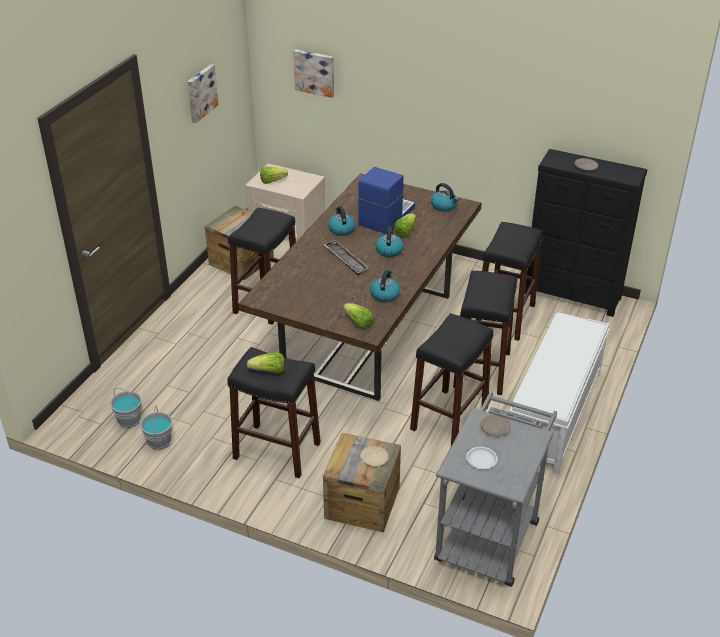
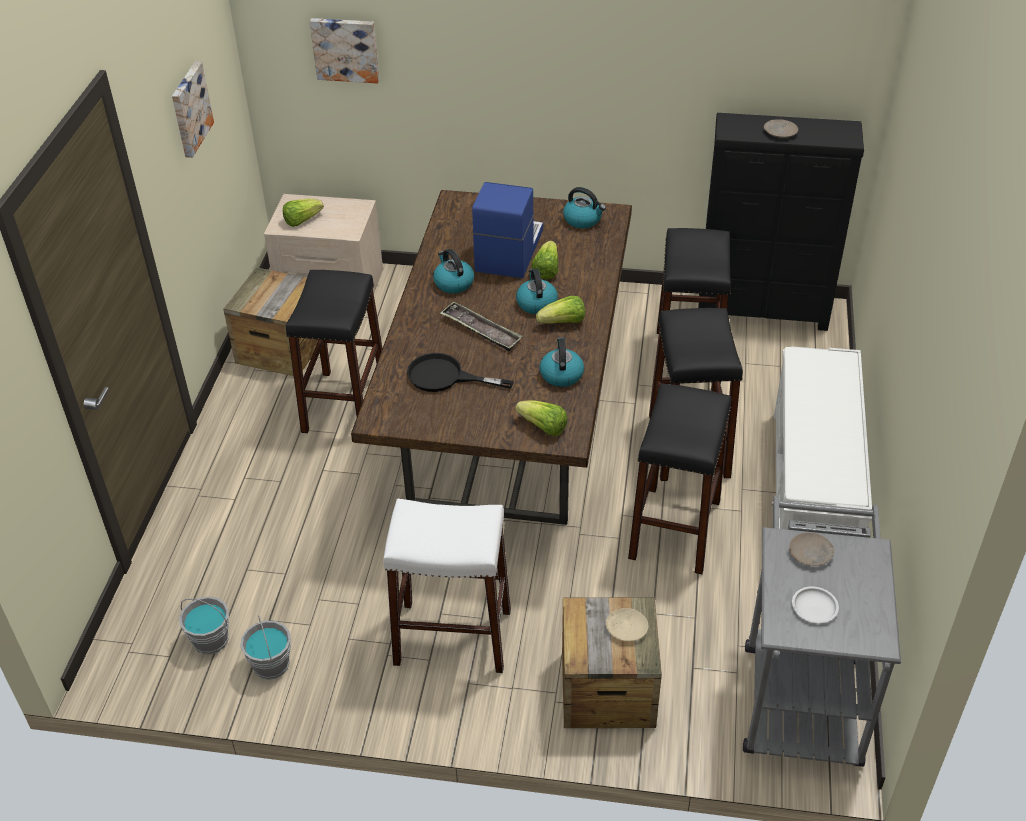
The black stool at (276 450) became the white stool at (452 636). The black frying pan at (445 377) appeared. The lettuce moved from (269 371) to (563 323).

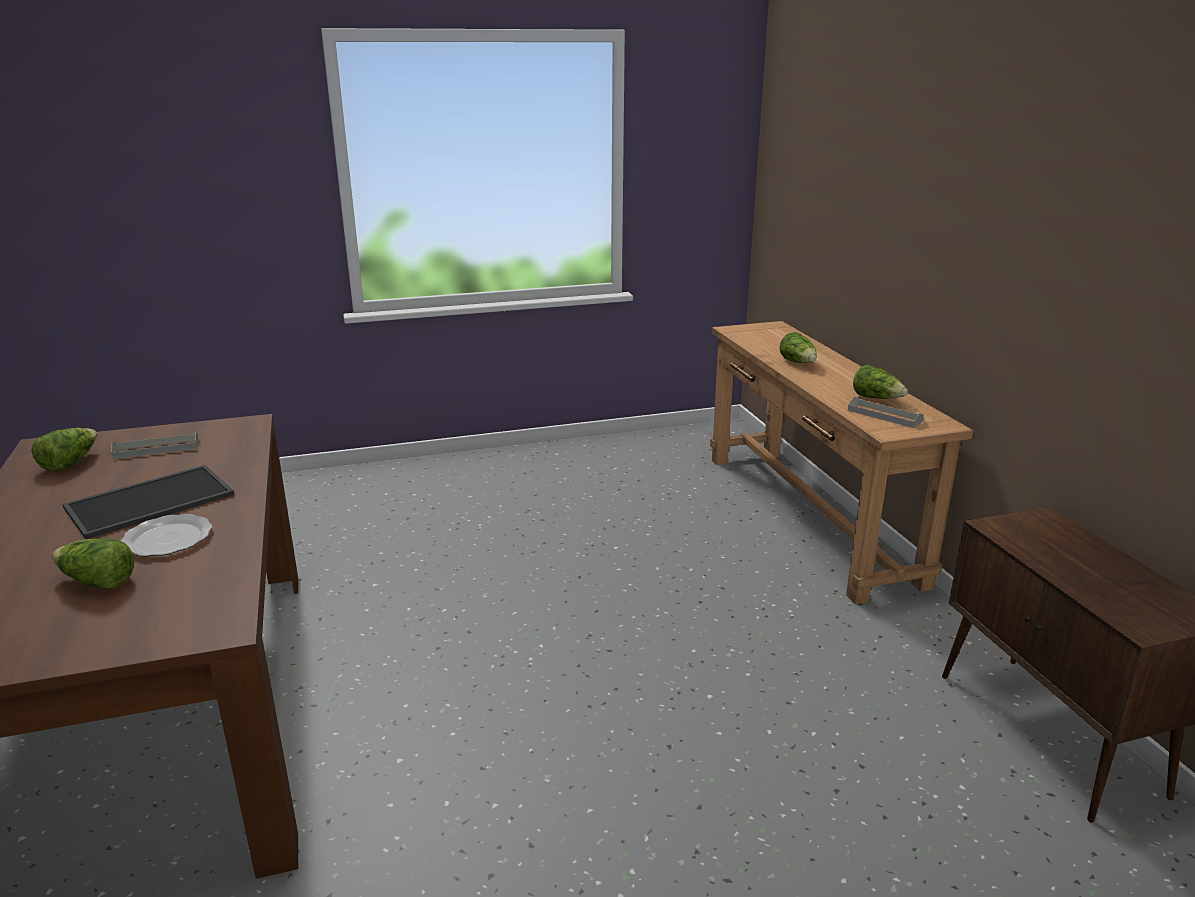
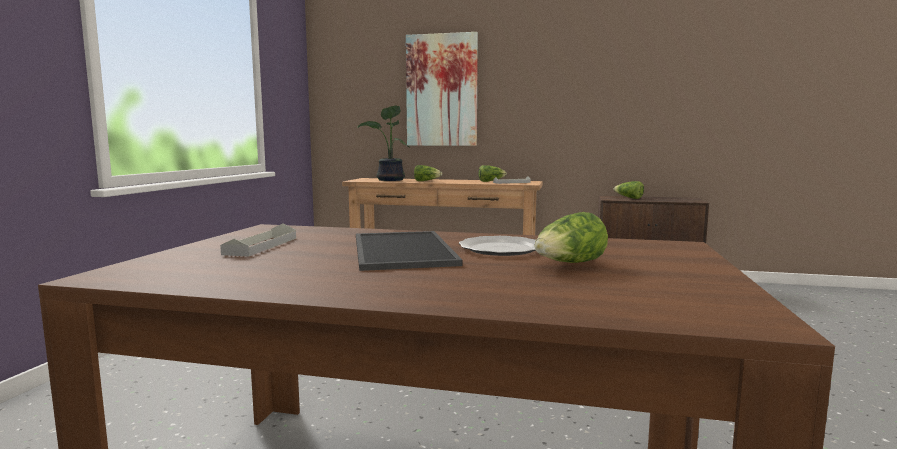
The potted plant at (389 180) appeared. The picture at (441 90) appeared. The lettuce moved from (70 463) to (629 198).

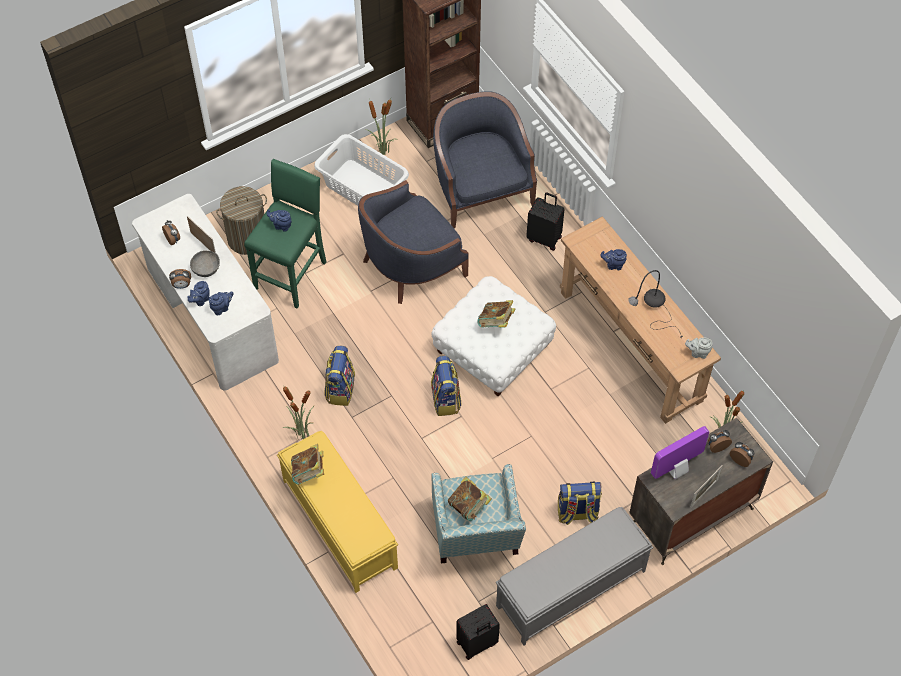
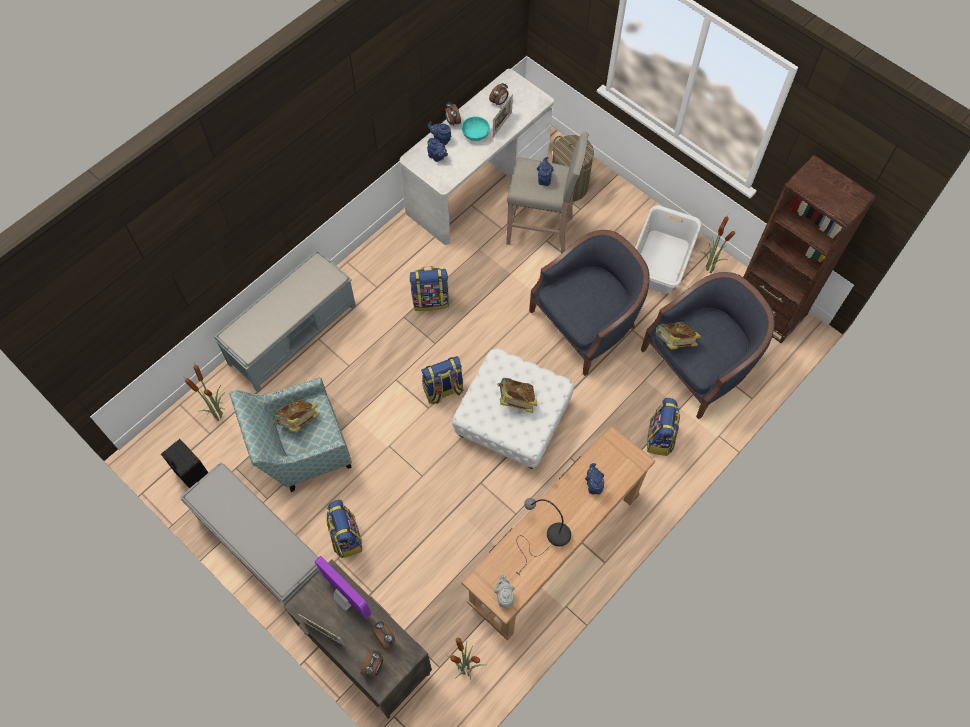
The potted plant moved from (301 434) to (218 414). The yellow bench at (339 523) became the grey bench at (293 334). The grey bowl at (206 269) became the turquoise bowl at (475 134). The green stool at (292 274) became the beige stool at (541 230). The blue armchair at (411 264) turned 105 degrees clockwise. The black suitcase at (544 238) was replaced by the backpack at (660 438). The book moved from (309 472) to (674 342).

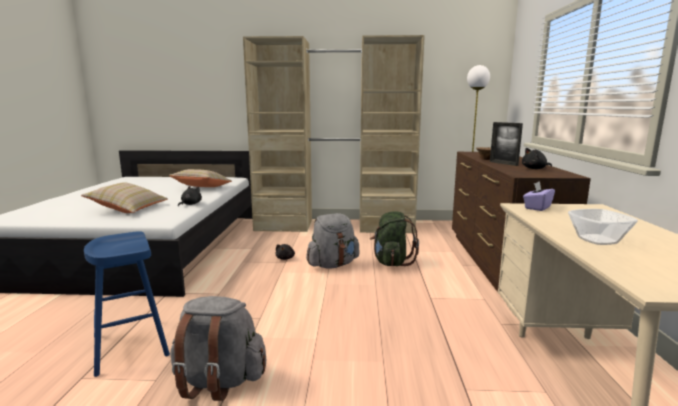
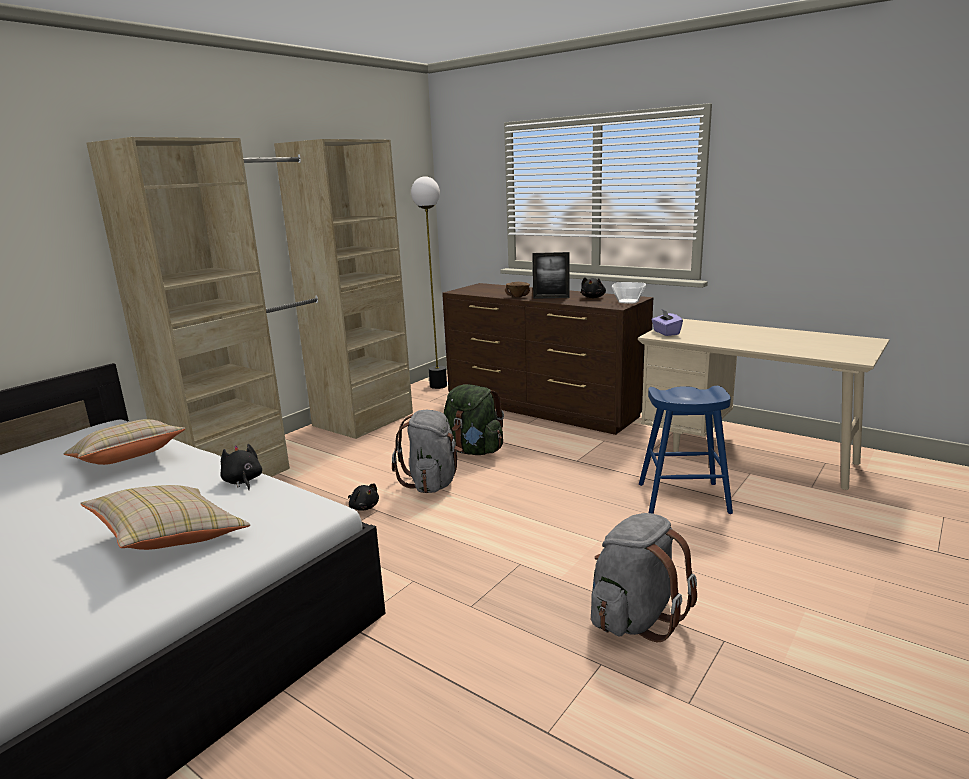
The bowl moved from (596 240) to (627 301). The blue stool moved from (130 345) to (683 498).

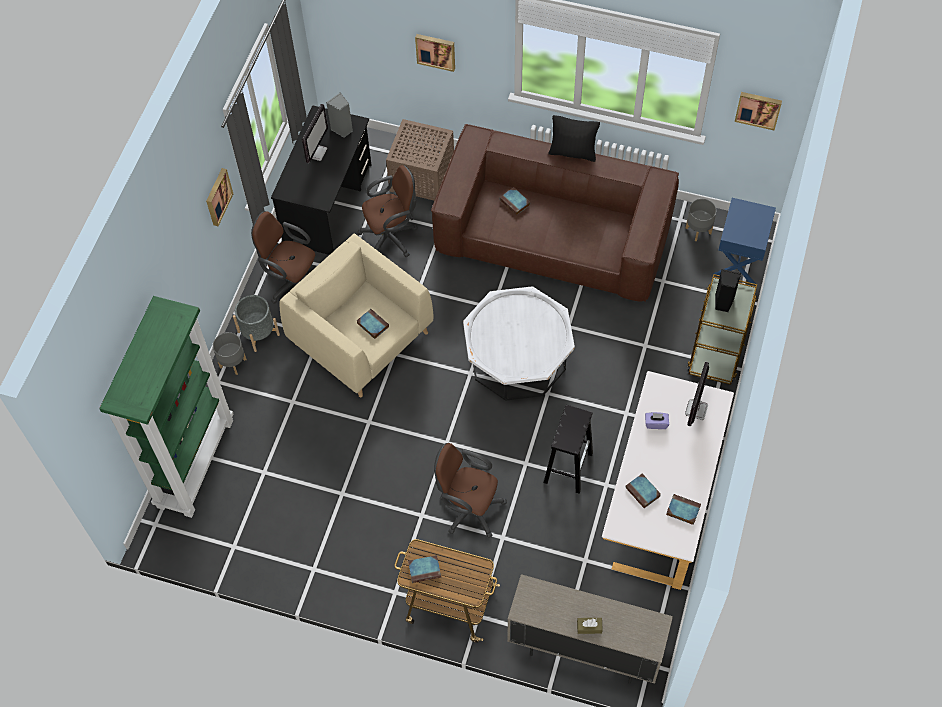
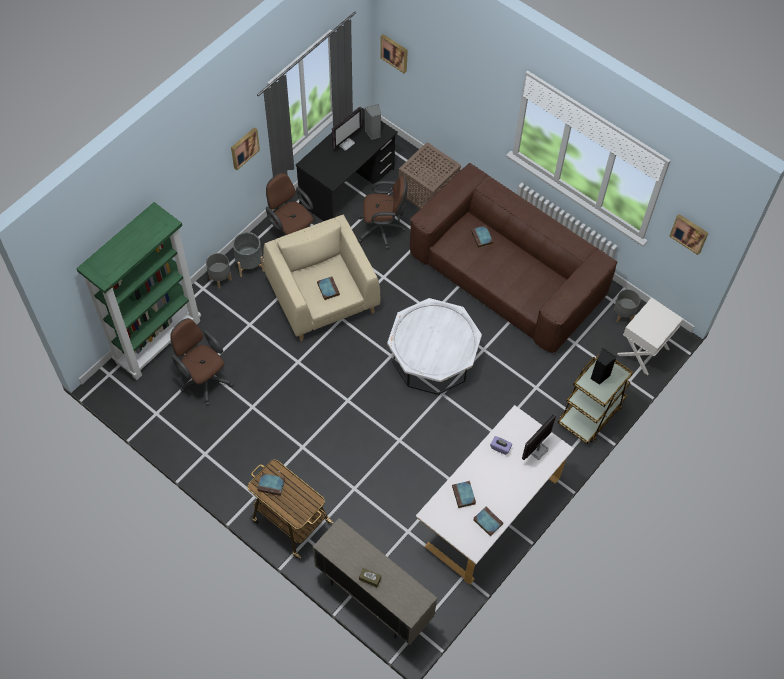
The brown office chair moved from (468 508) to (204 379). The picture moved from (436 51) to (395 52). The blue nightstand at (739 262) became the white nightstand at (643 352). The black stool at (568 467) disappeared. The black pillow at (573 152) disappeared.

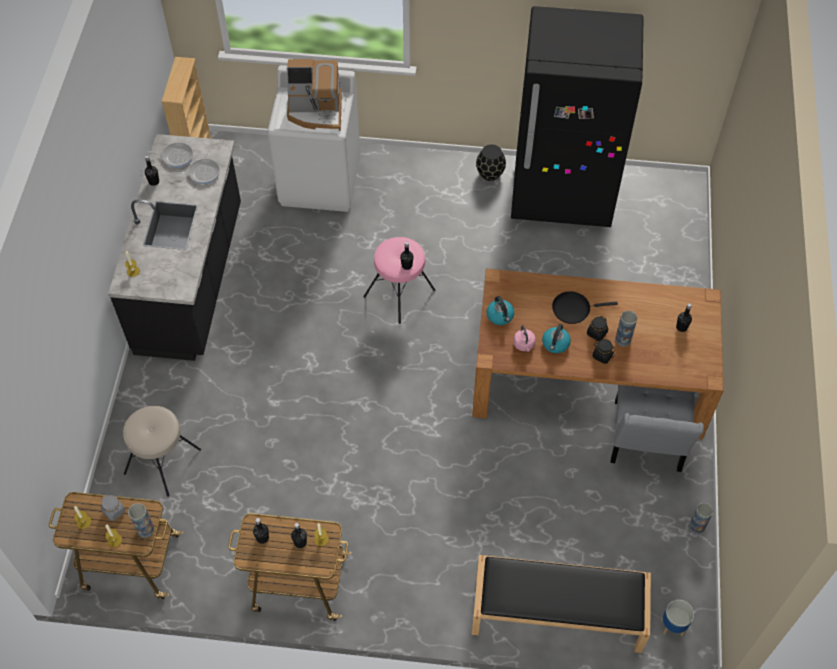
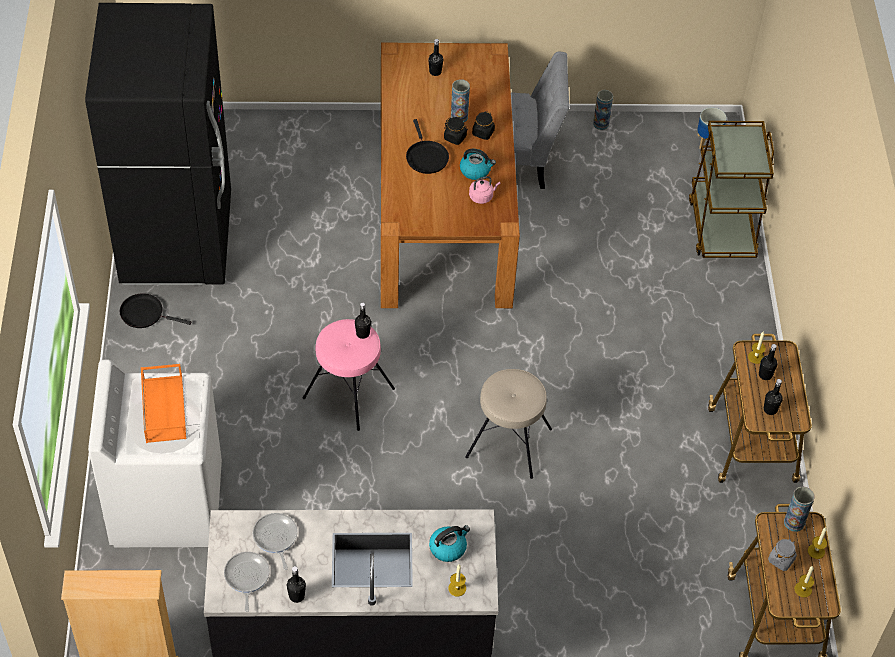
The black vase at (490 174) was replaced by the black frying pan at (145 313). The coffee machine at (316 111) was replaced by the orange tray at (163 408). The kettle moved from (500 316) to (448 548). The beige stool moved from (163 461) to (509 442). The black bench at (556 613) was replaced by the brown cart at (722 227).

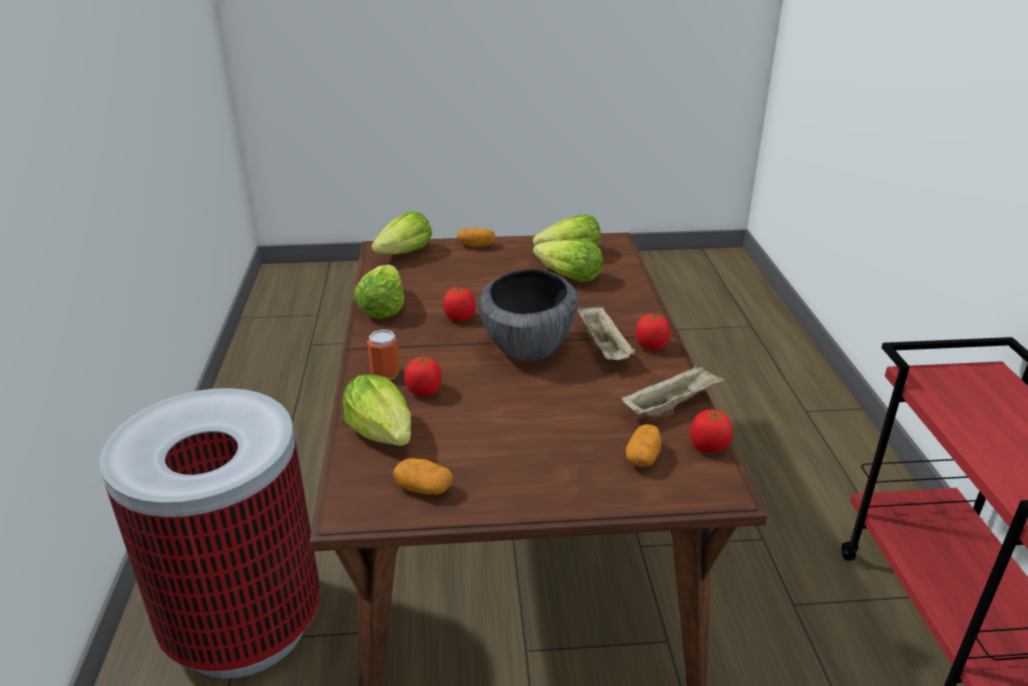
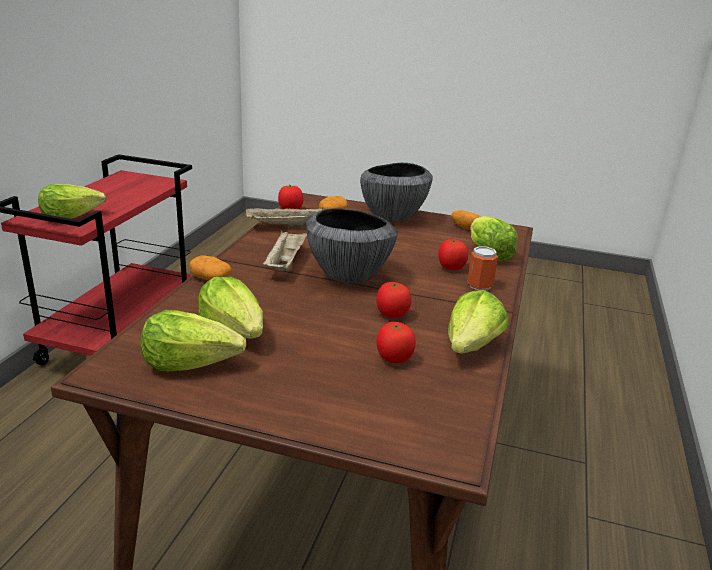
The lettuce moved from (405 253) to (71 217). The potato moved from (476 245) to (210 279). The bowl at (392 217) appeared. The tomato moved from (651 346) to (393 358). The trash can at (244 624) disappeared.

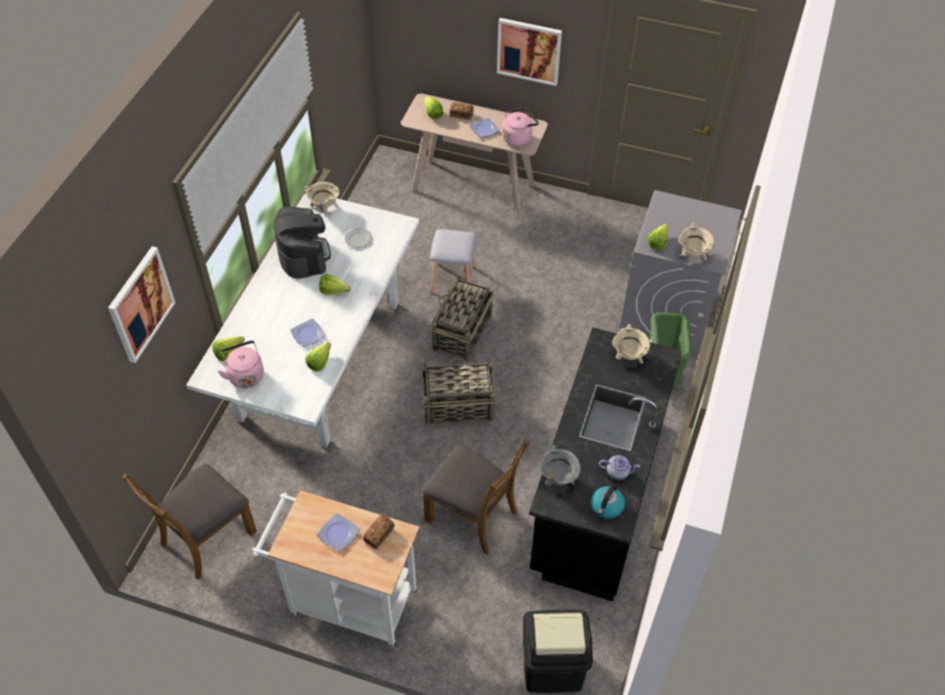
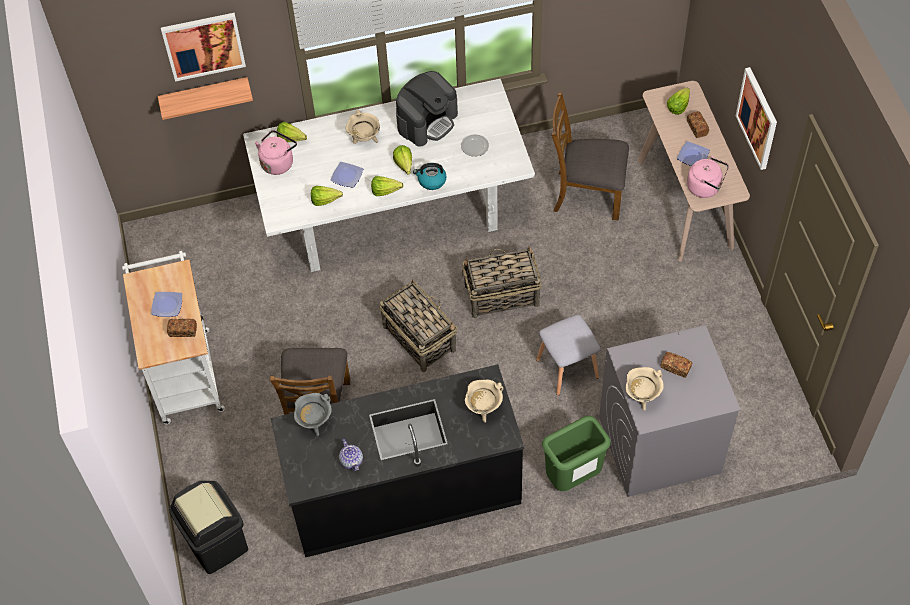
The shelf at (205 97) appeared. The beige cooking pot moved from (324 208) to (364 139). The lettuce moved from (659 241) to (388 191). The kettle moved from (606 507) to (431 181). The grey stool moved from (453 279) to (568 368). The brown chair moved from (207 537) to (587 194). The bread at (675 367) appeared.

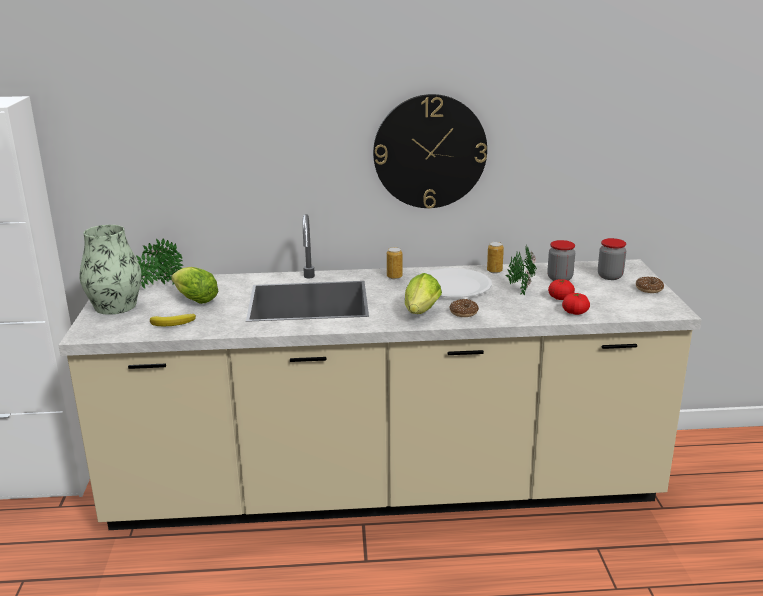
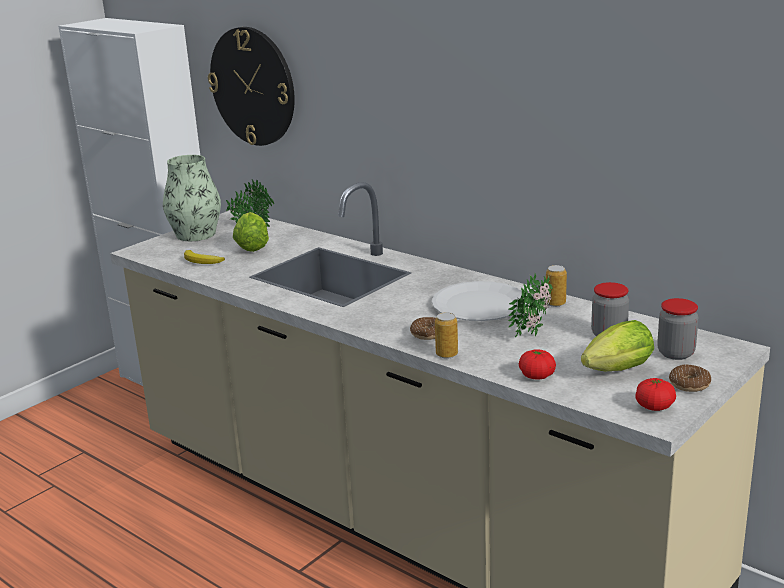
The wall clock moved from (430 152) to (253 86). The can moved from (394 277) to (447 354). The lettuce moved from (420 313) to (614 372). The tomato moved from (560 298) to (654 407).

